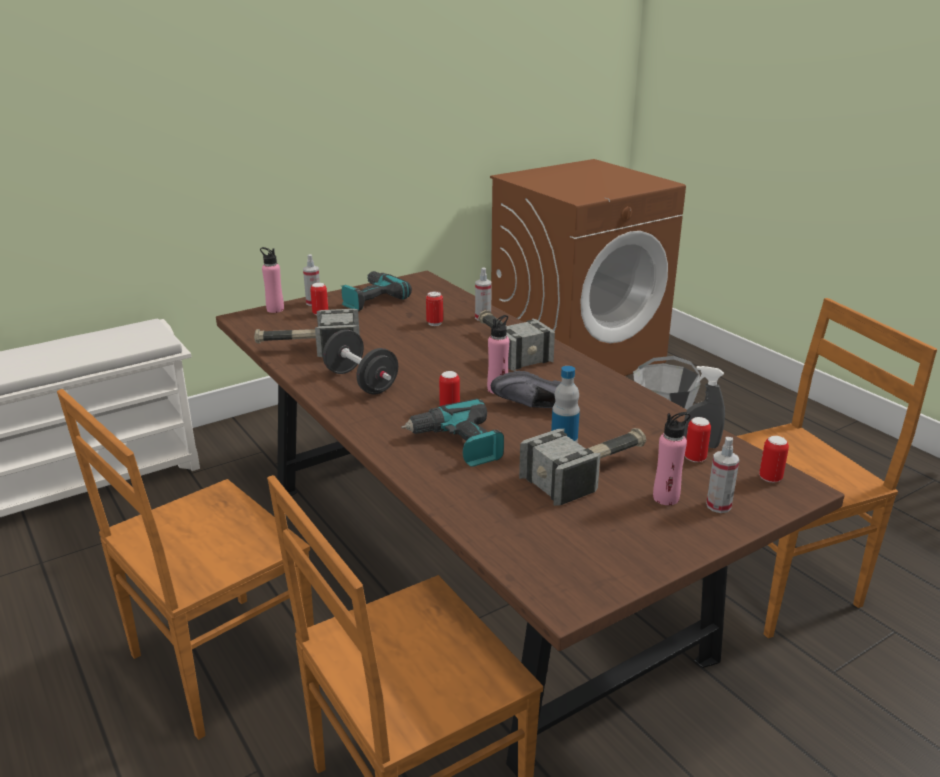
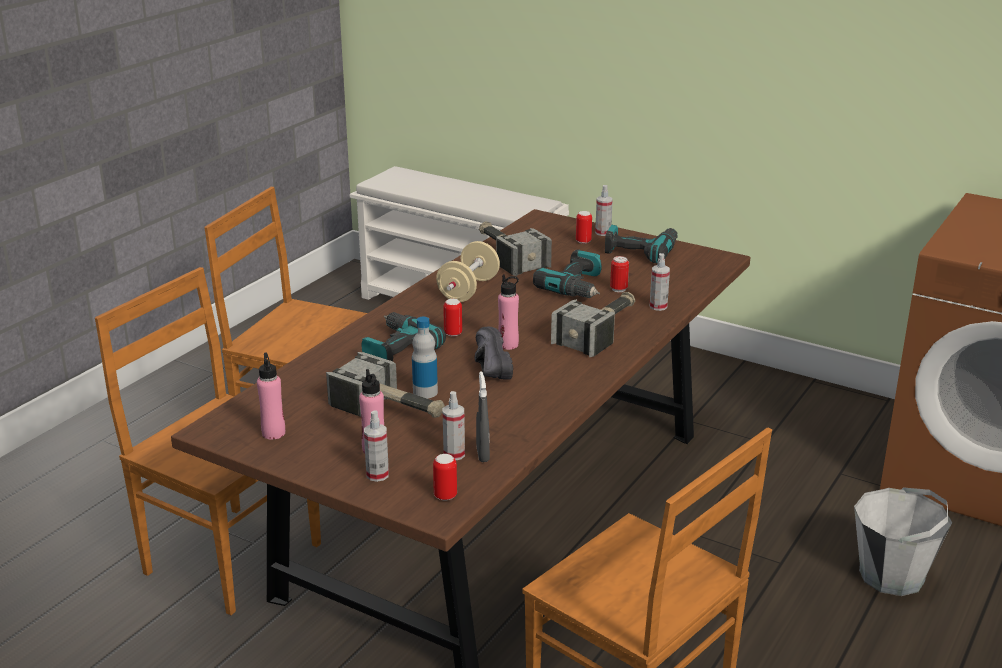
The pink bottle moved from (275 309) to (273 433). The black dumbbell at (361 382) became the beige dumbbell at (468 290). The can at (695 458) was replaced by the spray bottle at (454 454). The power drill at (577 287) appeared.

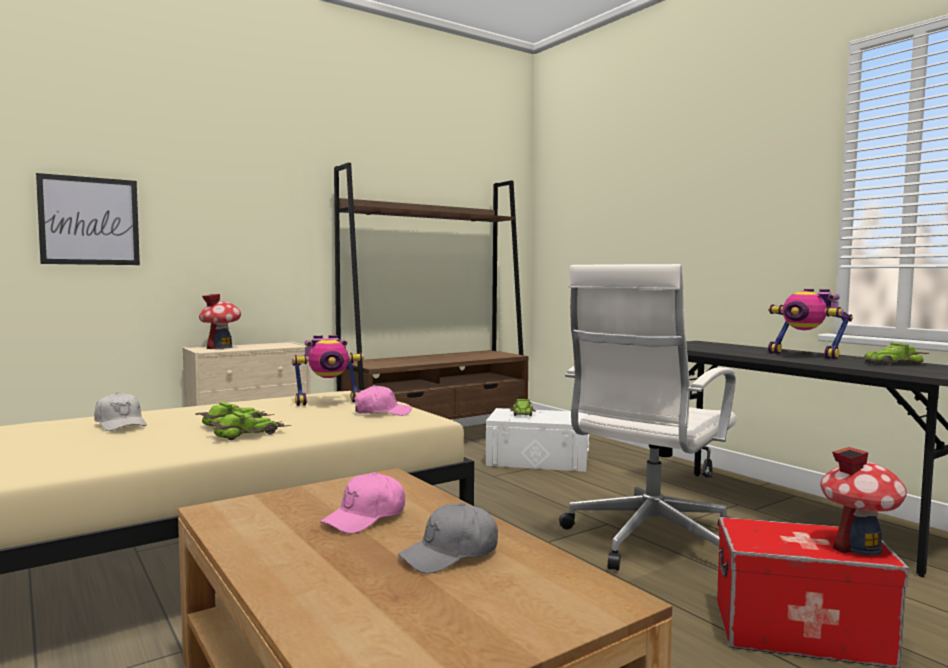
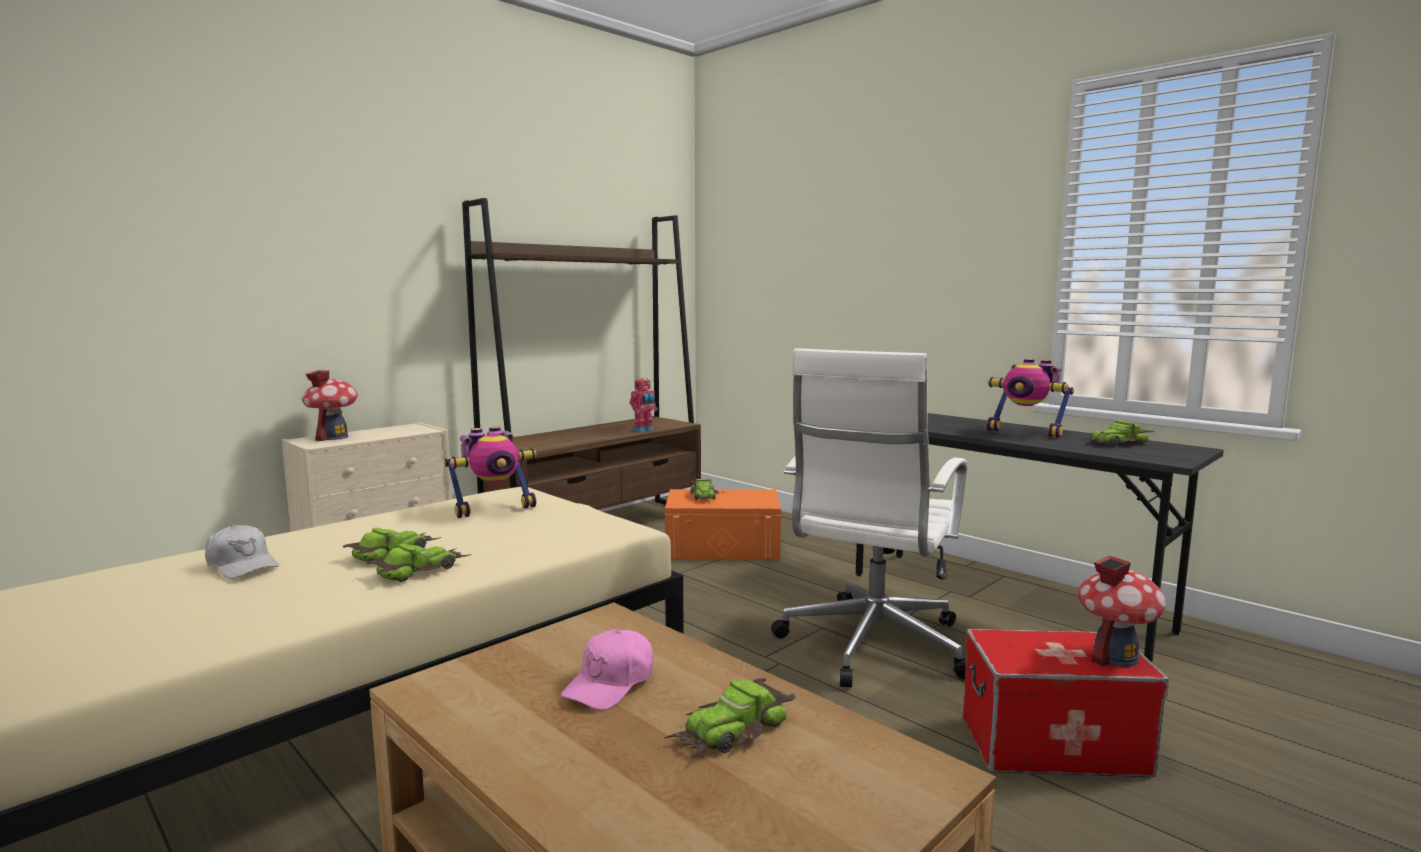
The toy robot at (644 430) appeared. The white storage box at (538 459) became the orange storage box at (723 547). The grey cap at (450 554) was replaced by the toy car at (733 730). The picture at (89 221) disappeared. The pink cap at (382 412) disappeared.

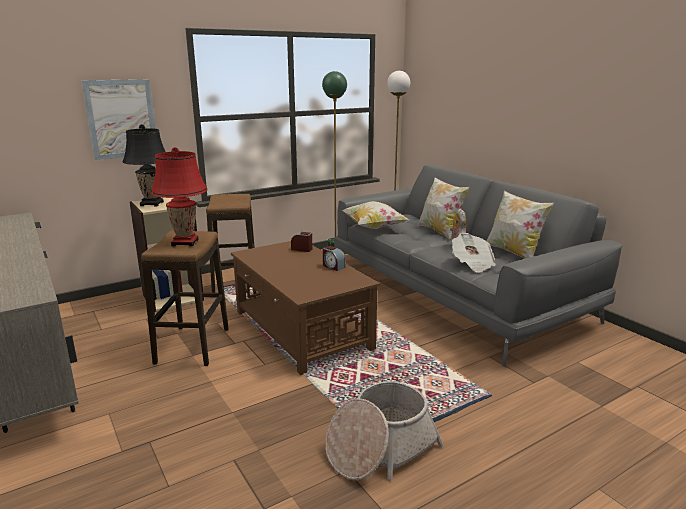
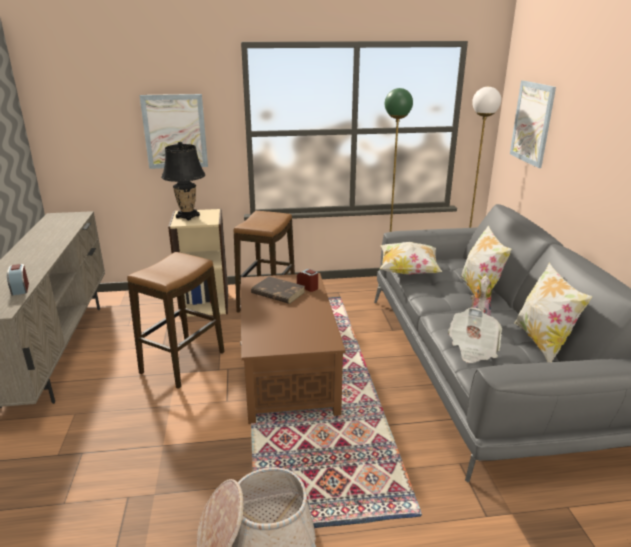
The alarm clock moved from (333 266) to (20 289). The brown book at (277 293) appeared. The picture at (532 123) appeared. The red table lamp at (185 242) disappeared.

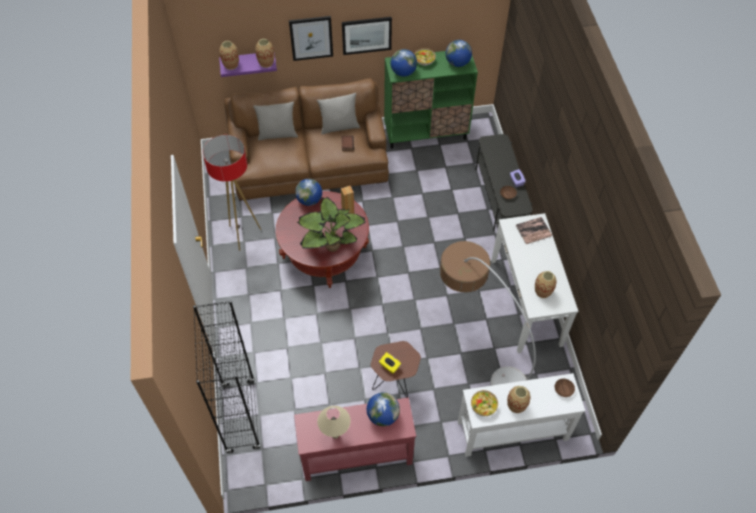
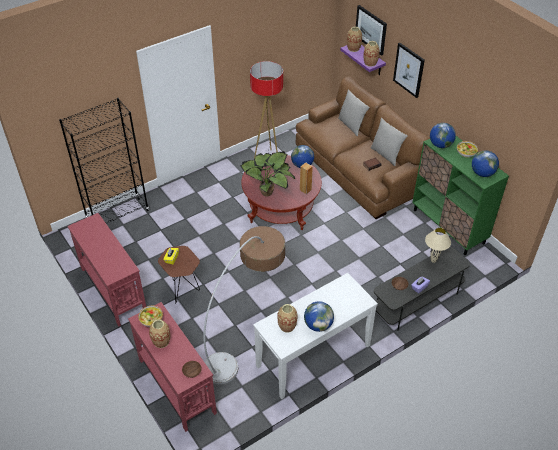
The white console table at (512 430) became the red console table at (176 385). The globe moved from (383 416) to (318 325). The picture moved from (366 35) to (371 29). The beige table lamp moved from (335 436) to (433 261). The book at (533 231) disappeared.

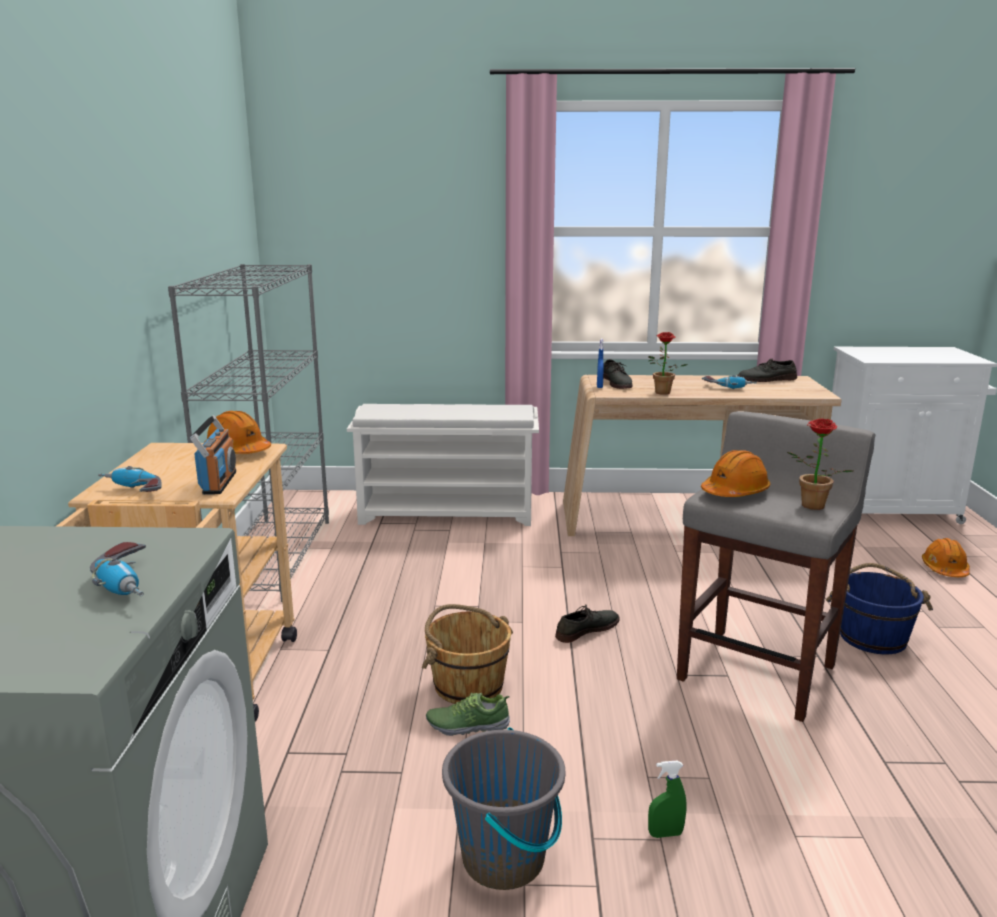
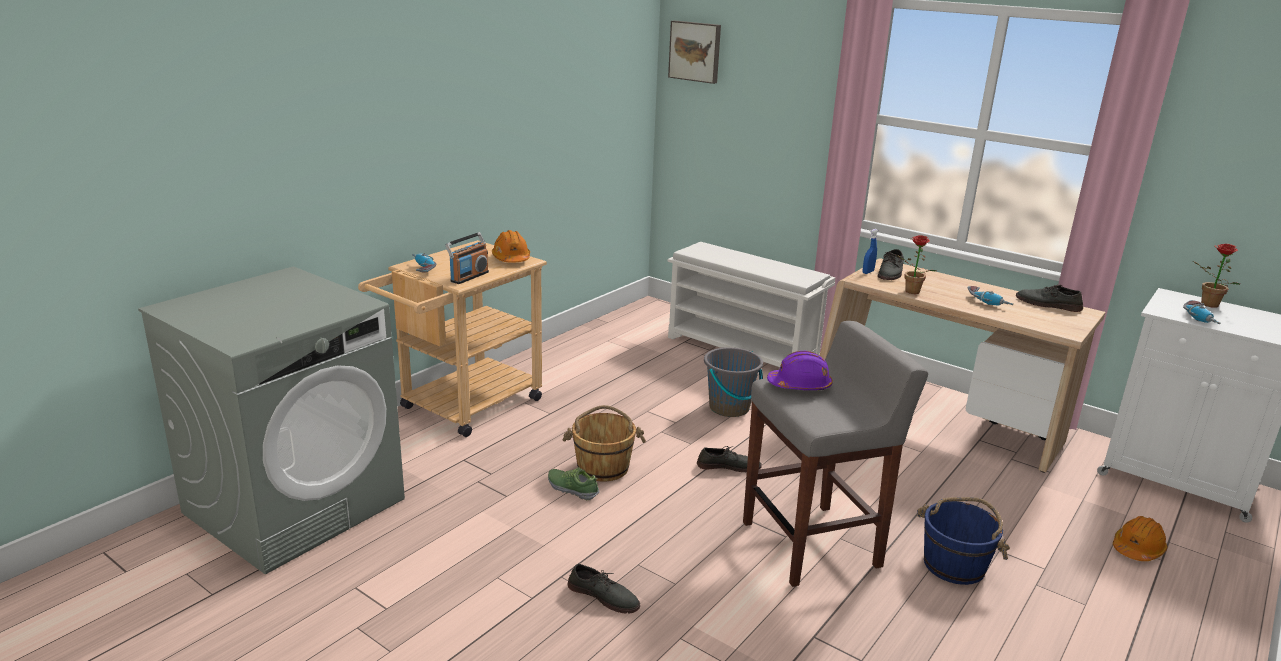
The green spray bottle at (665 834) was replaced by the grey shoe at (604 596). The picture at (695 51) appeared. The grey bucket moved from (504 859) to (729 408). The orange hard hat at (735 492) became the purple hard hat at (800 385). The power drill moved from (130 584) to (1201 319). The potted plant moved from (810 507) to (1206 304). The grey bookcase at (273 557) disappeared.

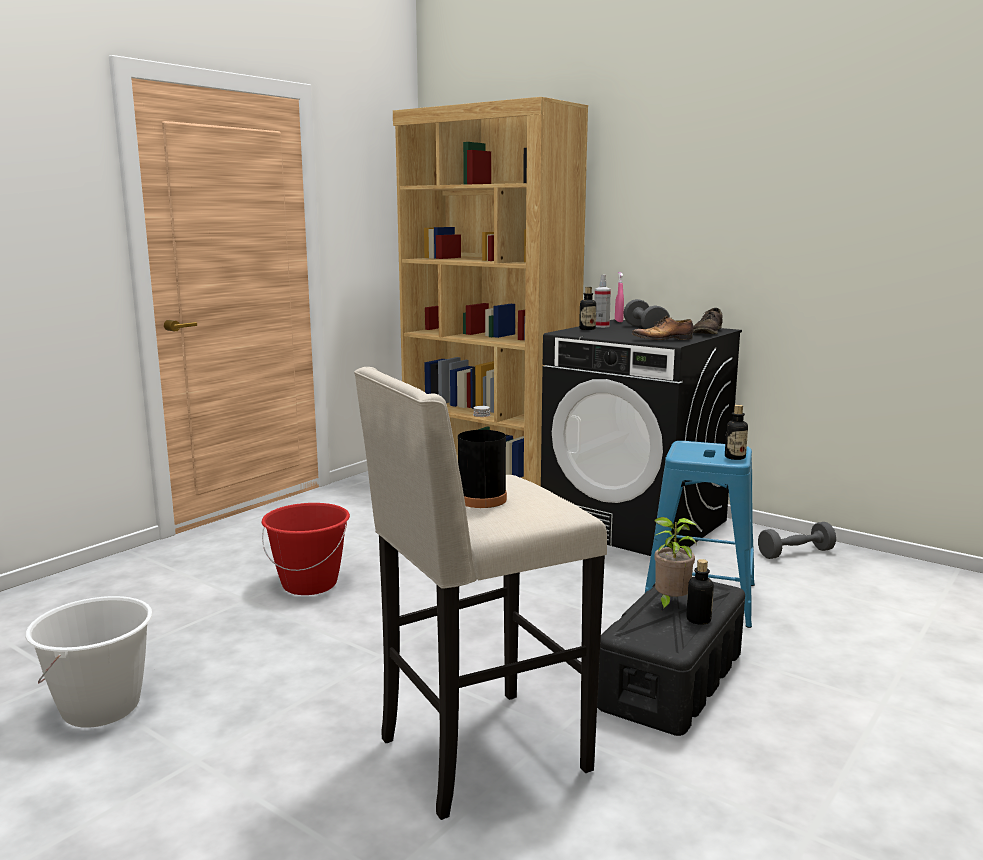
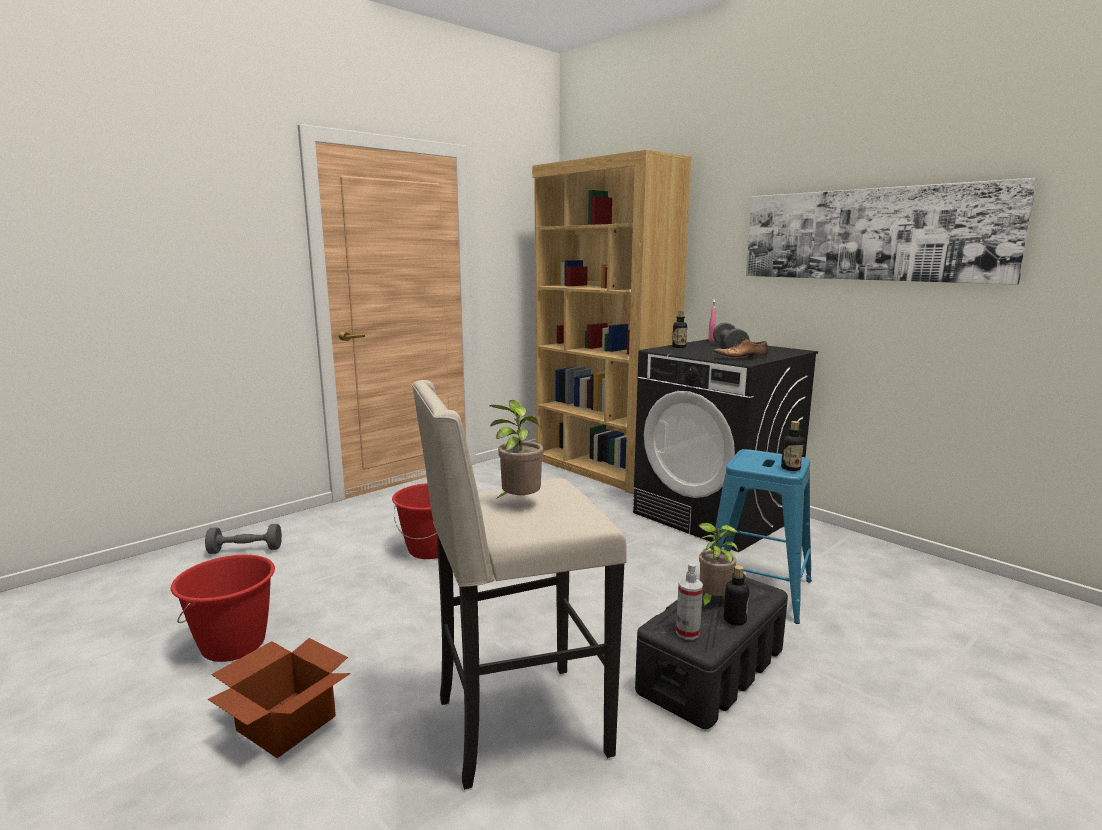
The white bucket at (102 708) became the red bucket at (234 645). The grey dumbbell moved from (795 553) to (245 550). The cardboard box at (286 721) appeared. The black bottle at (482 499) was replaced by the potted plant at (518 503). The spray bottle moved from (601 326) to (687 633). The picture at (870 234) appeared. The brown shoe at (708 332) disappeared.

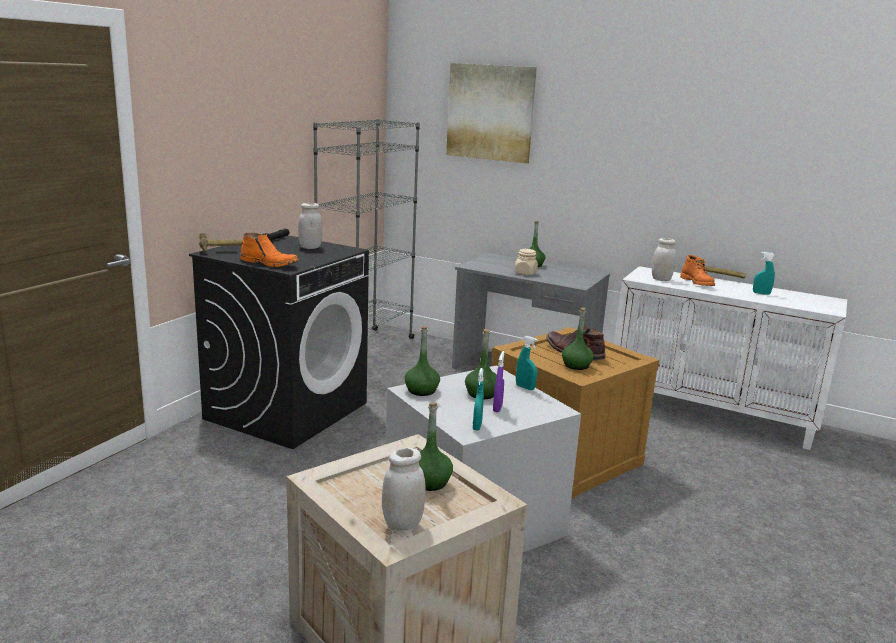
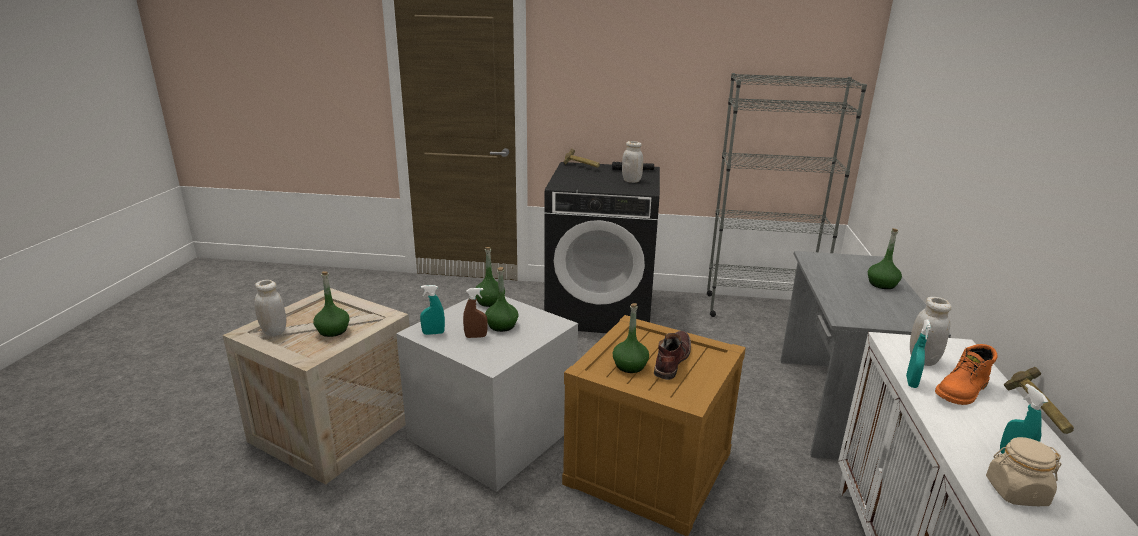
The purple spray bottle at (497 408) became the brown spray bottle at (476 336). The turquoise spray bottle moved from (525 387) to (911 382). The beige jar moved from (525 273) to (1016 492). The orange boot at (270 263) disappeared. The picture at (490 112) disappeared.

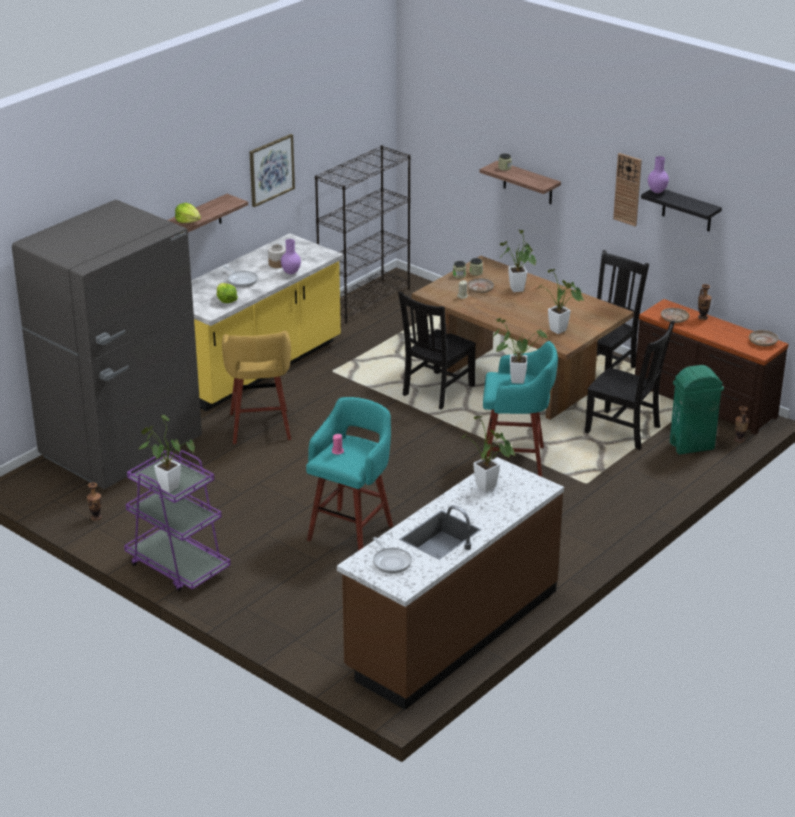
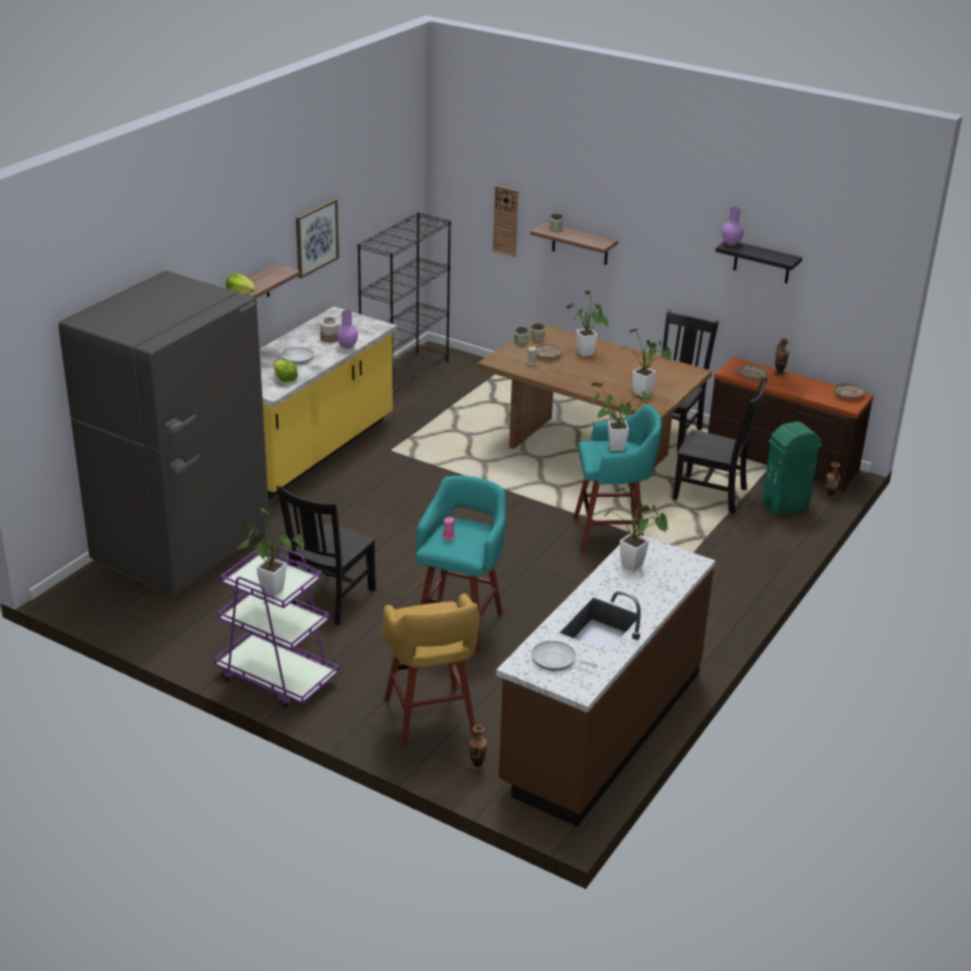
The black chair moved from (436 392) to (330 600). The yellow stool moved from (260 428) to (430 719). The vase moved from (96 517) to (477 766). The wall clock moved from (627 189) to (506 220). The frying pan at (391 561) turned 150 degrees clockwise.

